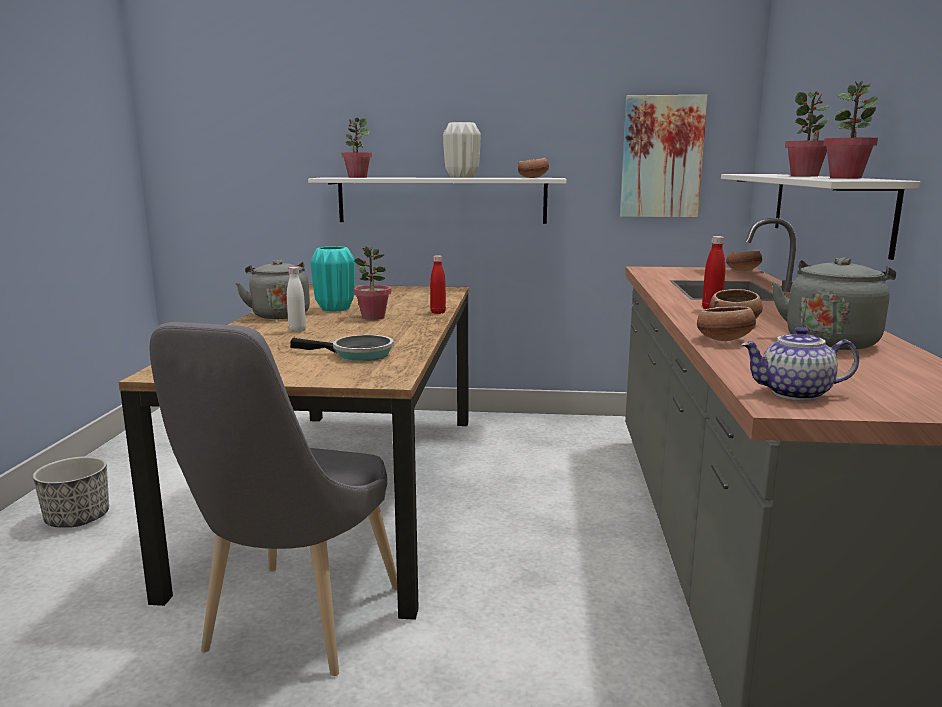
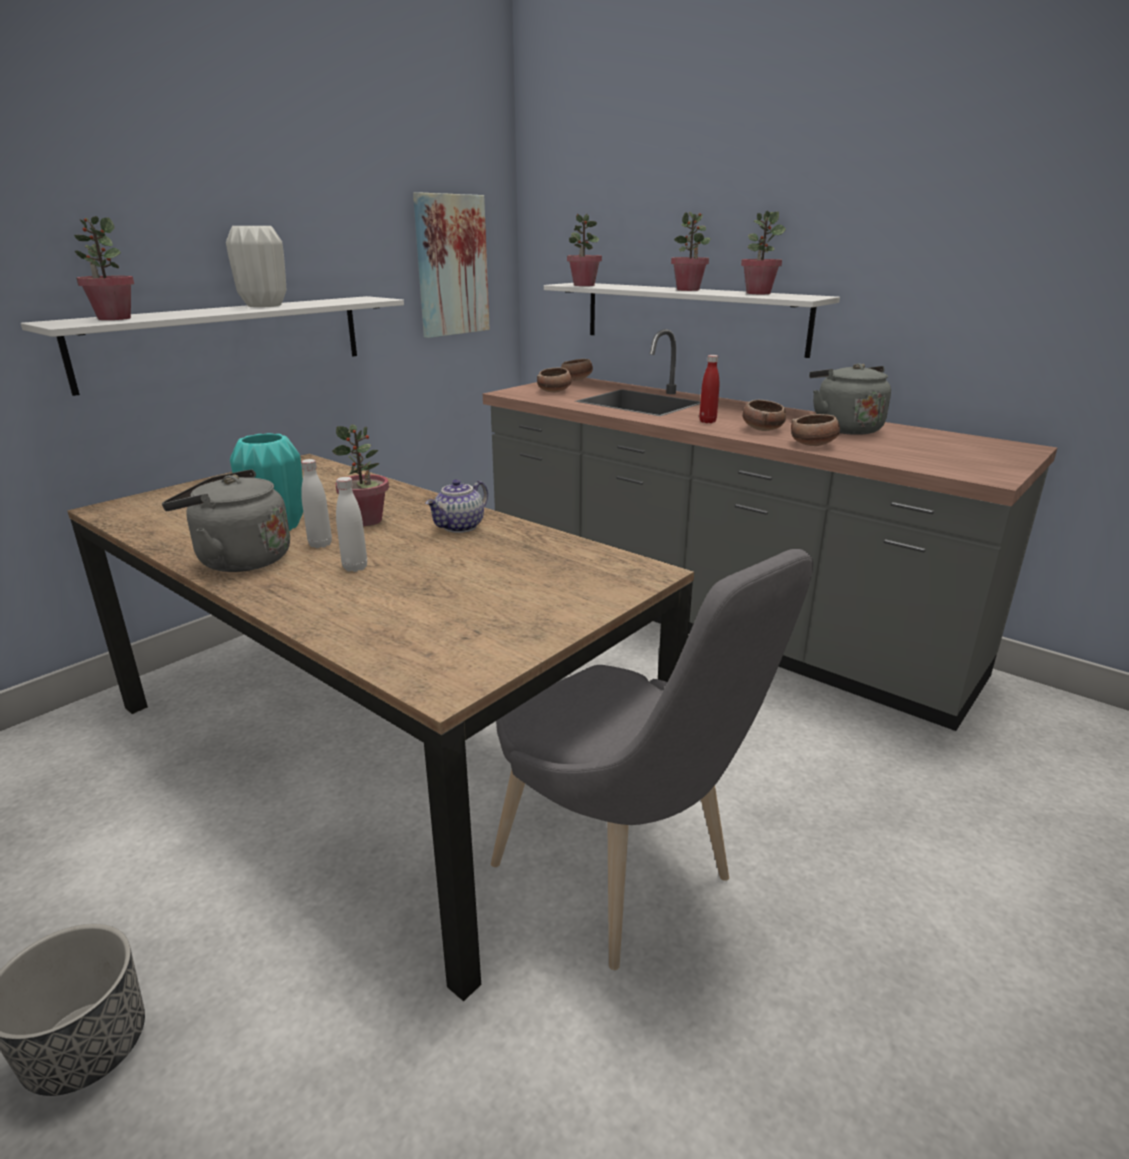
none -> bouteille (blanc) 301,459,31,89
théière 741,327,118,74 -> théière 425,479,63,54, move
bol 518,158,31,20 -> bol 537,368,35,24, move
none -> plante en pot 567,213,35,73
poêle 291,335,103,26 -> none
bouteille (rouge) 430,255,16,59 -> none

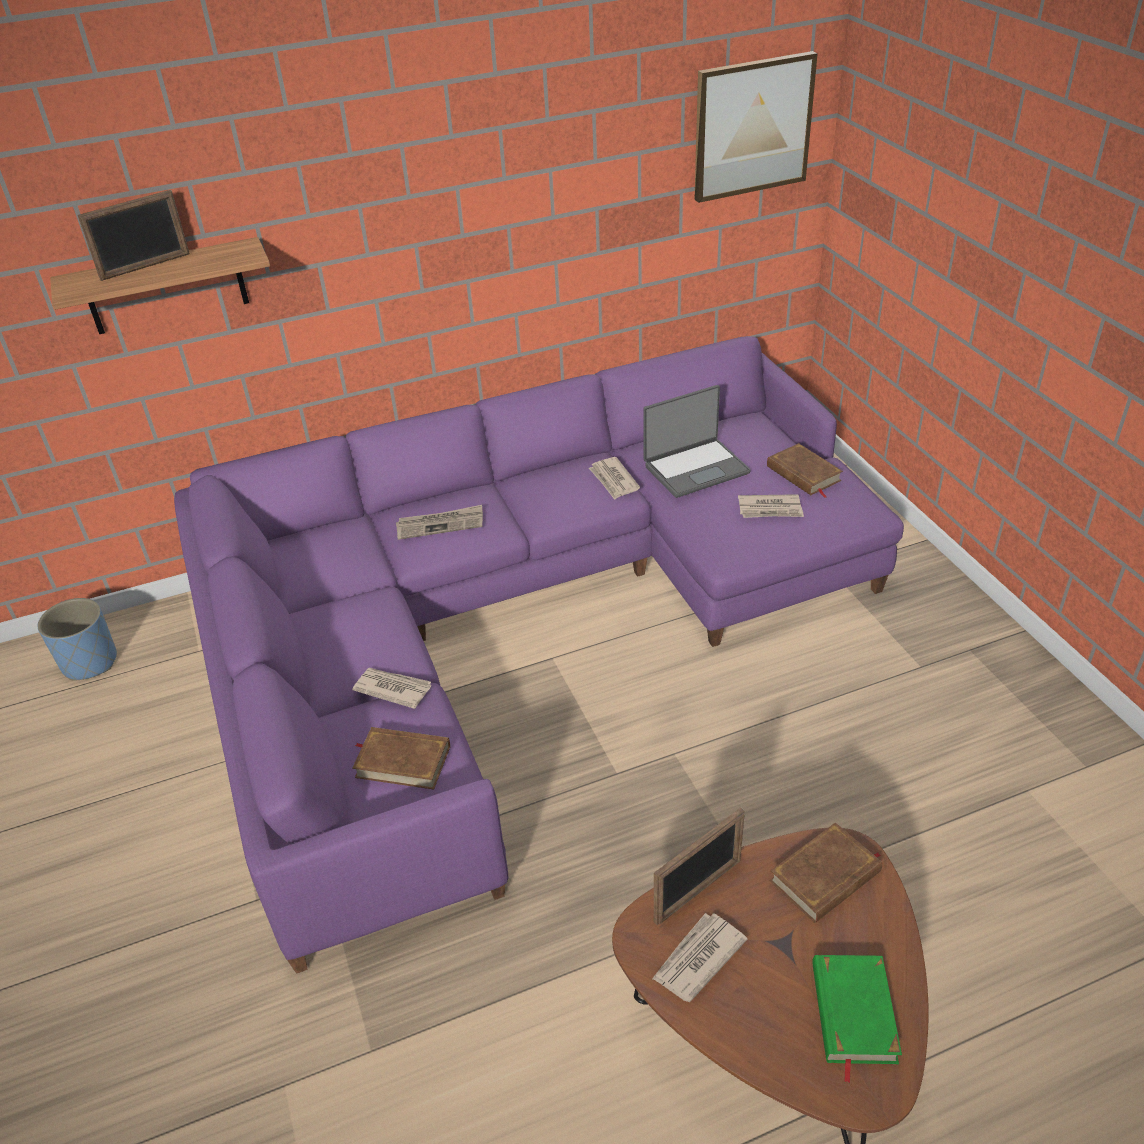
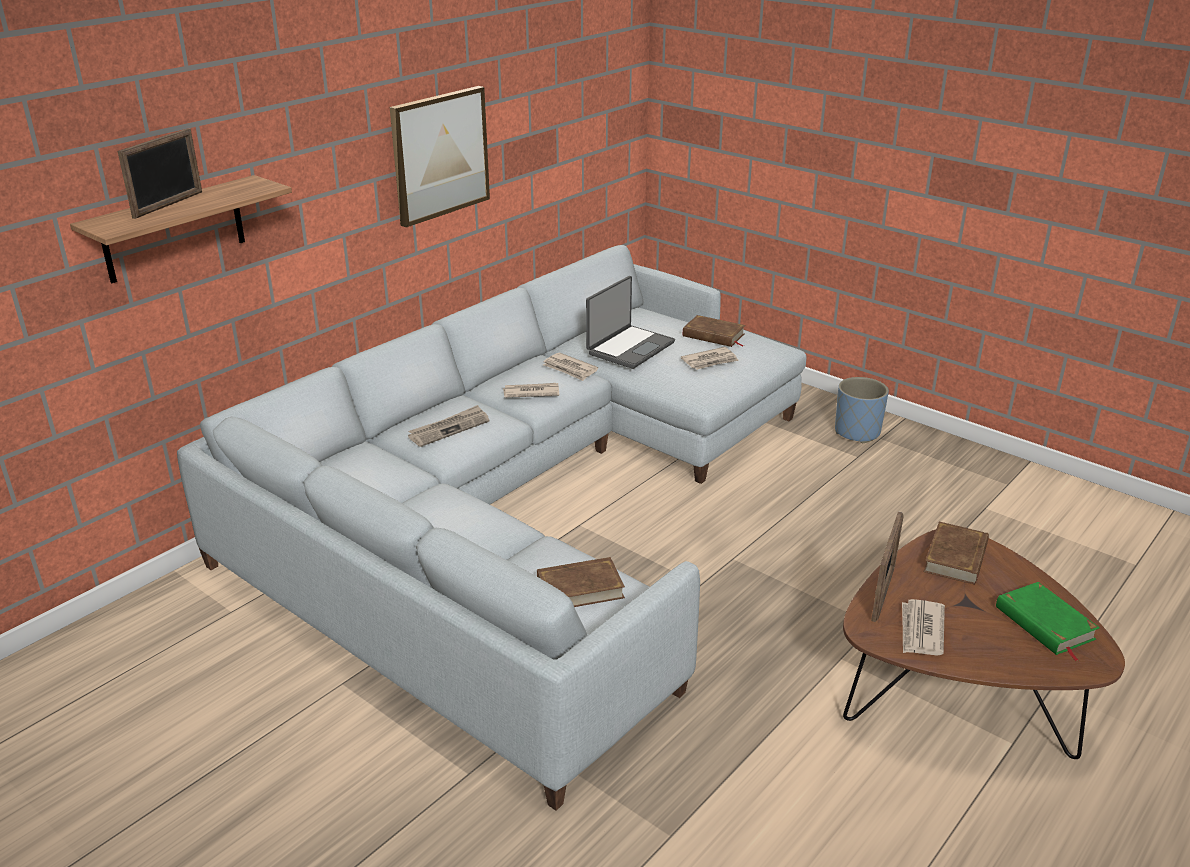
canapé (violet) 174,336,730,638 -> canapé (gris) 177,245,630,566
tableau 695,51,123,152 -> tableau 390,86,100,141, move
journal 352,668,79,41 -> journal 503,383,56,15, move
cache-pot (bleu) 38,598,79,83 -> cache-pot (bleu) 835,377,54,66, move

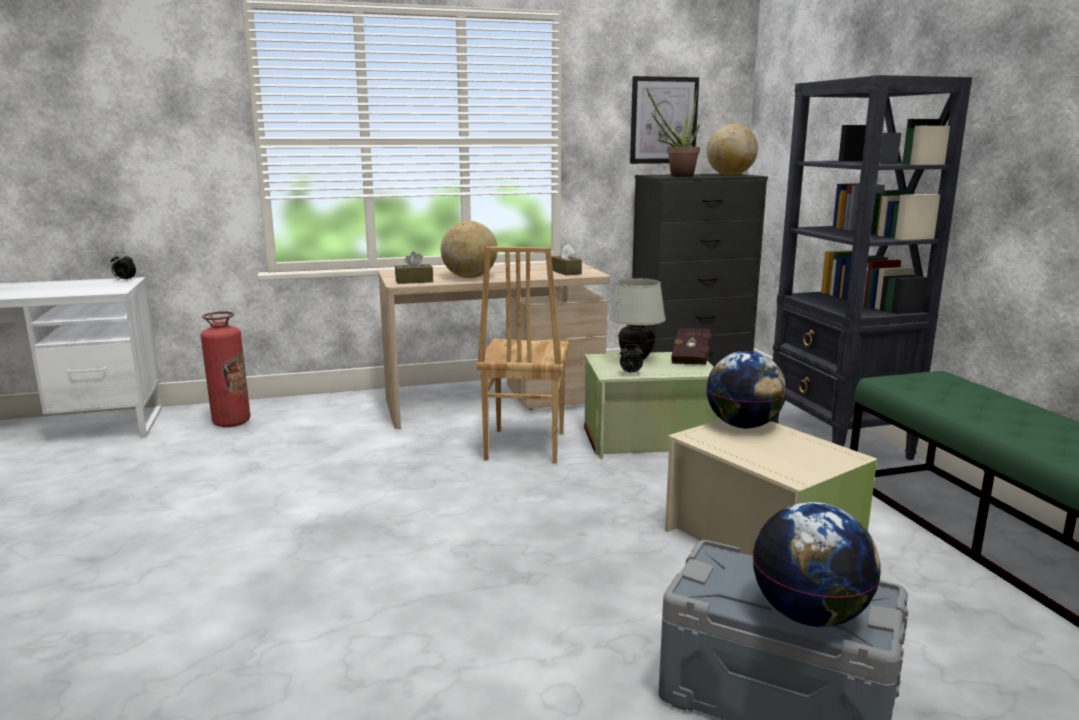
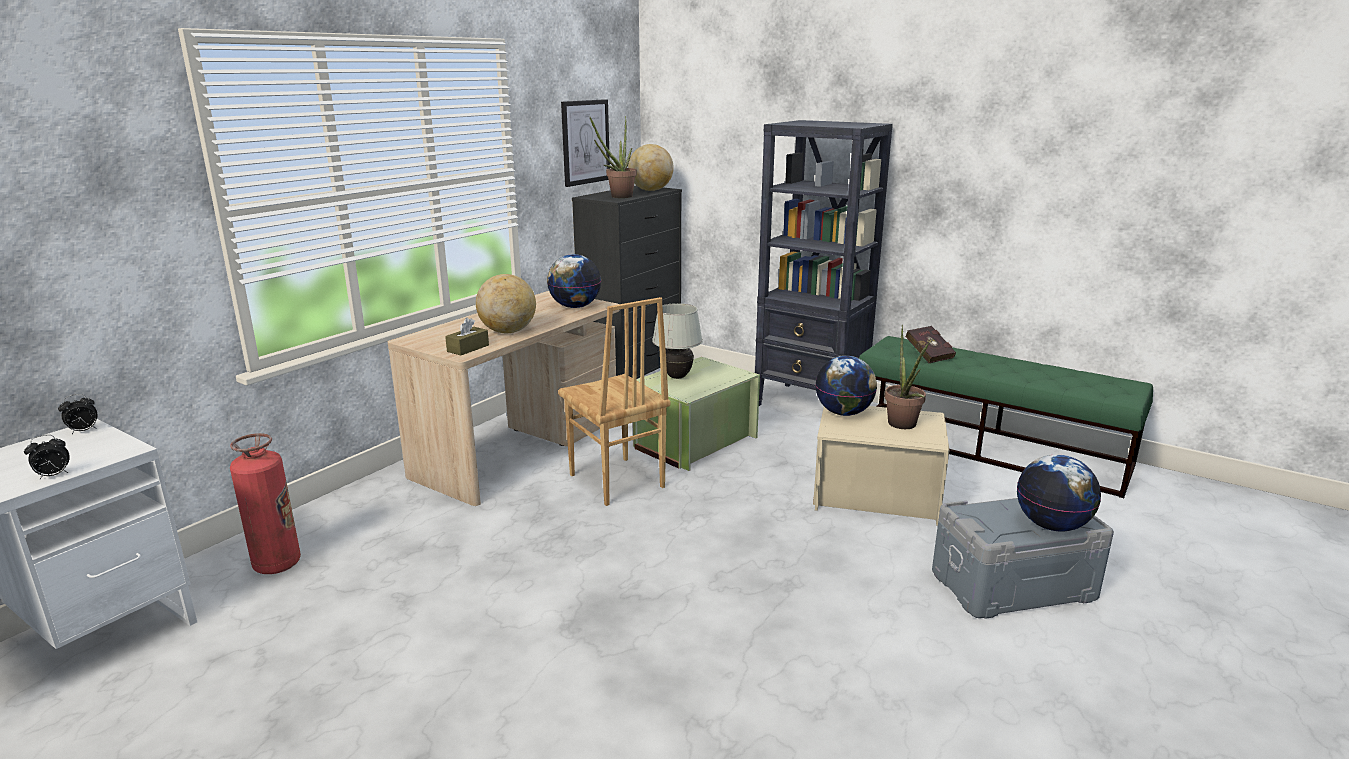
réveil 620,344,24,31 -> réveil 24,435,46,44, move
boîte à mouchoirs (marron) 552,244,30,32 -> globe 547,254,54,54
none -> plante en pot 885,325,44,104
livre (rouge) 671,328,41,37 -> livre (rouge) 905,326,51,37, move

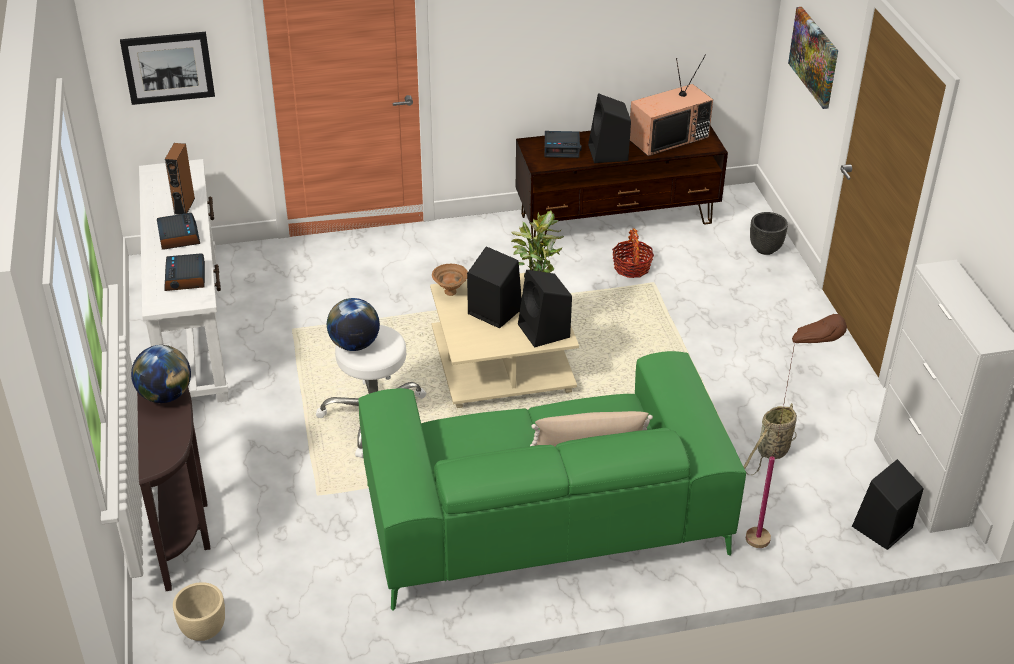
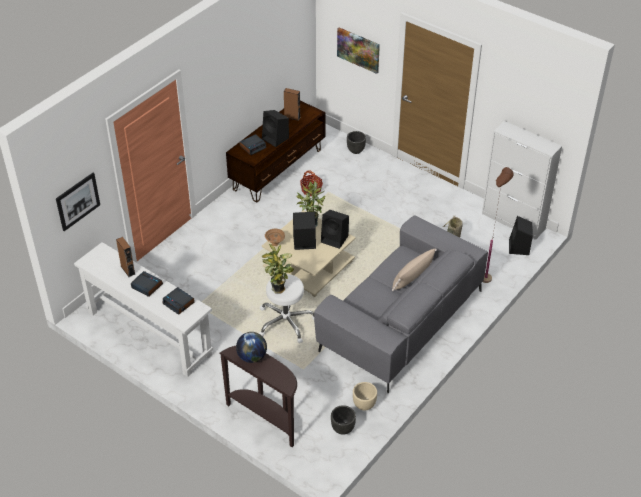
globe 327,298,53,53 -> plante en pot 262,244,32,50
téléviseur 630,54,83,102 -> enceinte (marron) 284,88,16,33
canapé (vert) 358,351,388,260 -> canapé (gris) 314,215,174,178
none -> cache-pot (noir) 331,405,25,30
cache-pot (beige) 173,582,52,59 -> cache-pot (beige) 353,382,24,28, move

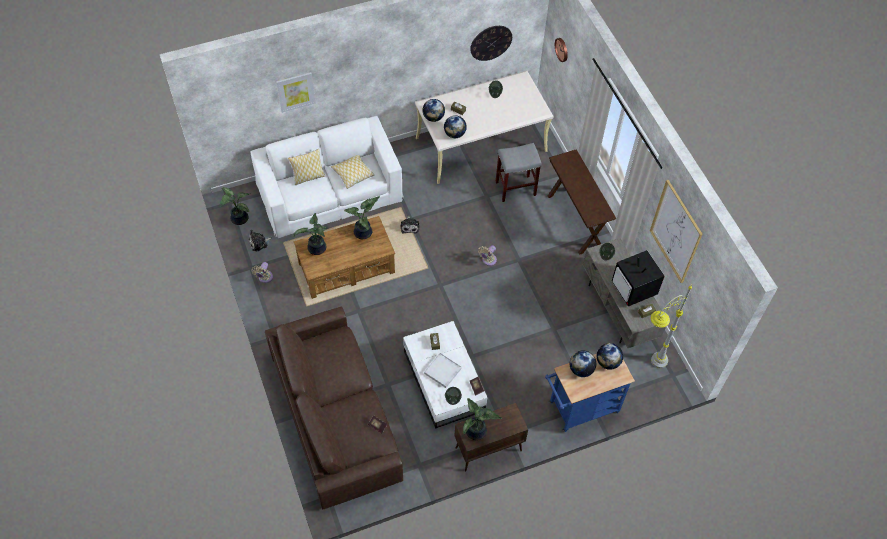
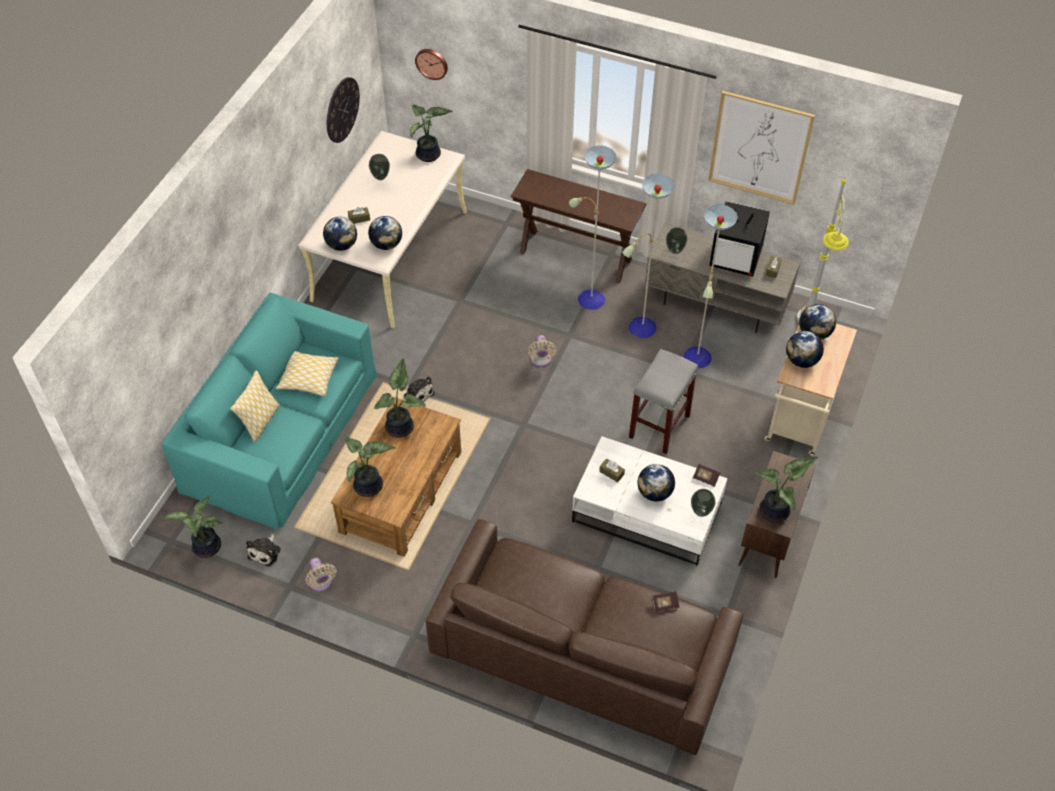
canapé (blanc) 250,116,154,122 -> canapé (turquoise) 161,293,216,237
none -> plante en pot 410,105,43,57
none -> lampadaire 569,146,169,222
tabouret (gris) 496,143,46,59 -> tabouret (gris) 629,349,69,105, move
plateau (blanc) 424,353,38,35 -> globe 638,464,37,38
chariot (bleu) 545,354,90,78 -> chariot (beige) 764,324,93,131
tableau 276,72,40,41 -> none

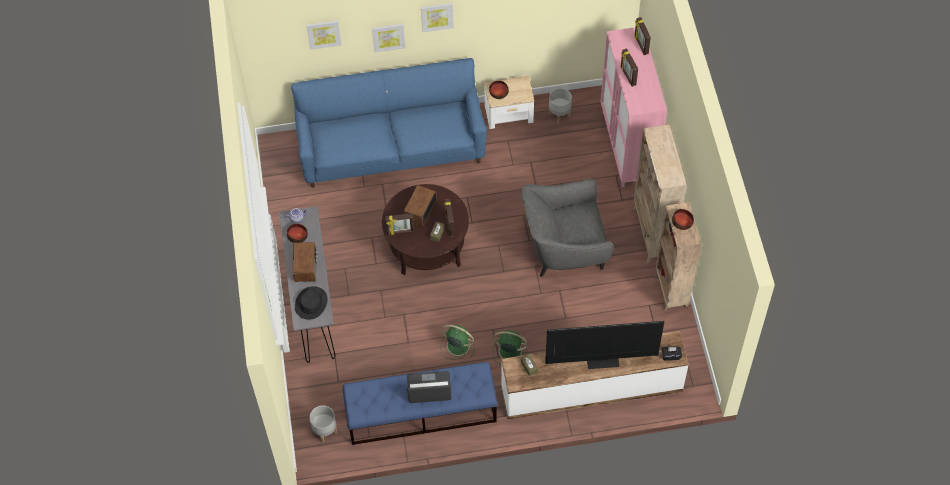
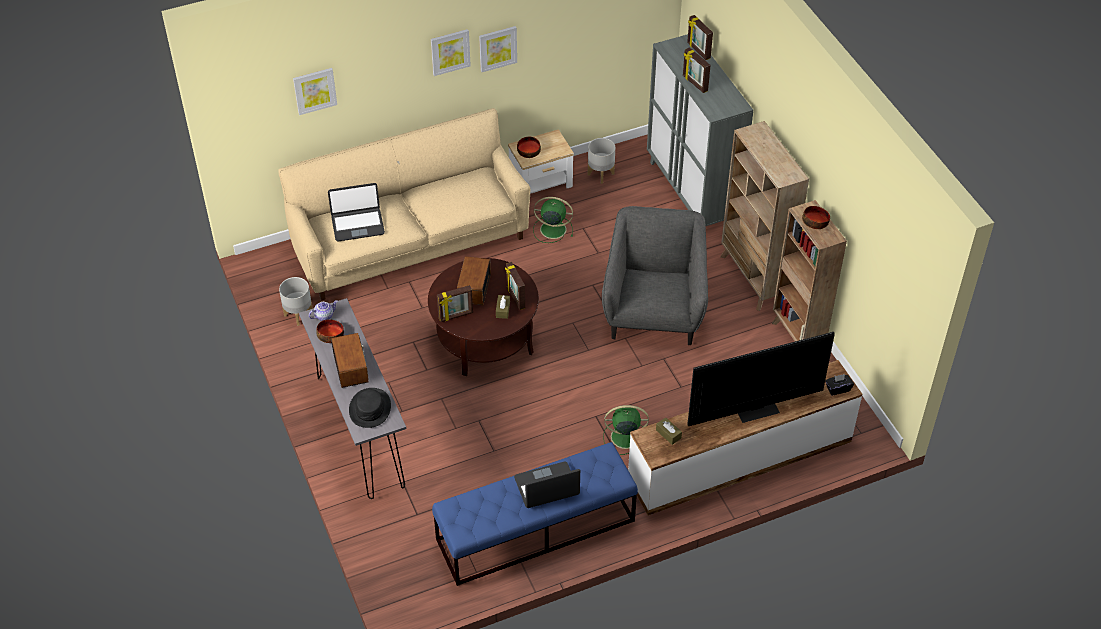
canapé (bleu) 291,58,196,130 -> canapé (beige) 278,108,252,193
cache-pot (gris) 309,406,29,37 -> cache-pot (gris) 279,277,34,49, move
none -> ordinateur portable 328,183,57,58
tableau 372,24,33,28 -> tableau 479,26,38,46, move
ventilateur (vert) 440,325,35,35 -> ventilateur (vert) 533,197,40,46, move
fauteuil (gris) 521,179,93,98 -> fauteuil (gris) 602,206,106,139, 120 degrees clockwise
meuble de rangement (rose) 600,27,67,160 -> meuble de rangement (gris) 647,34,106,192

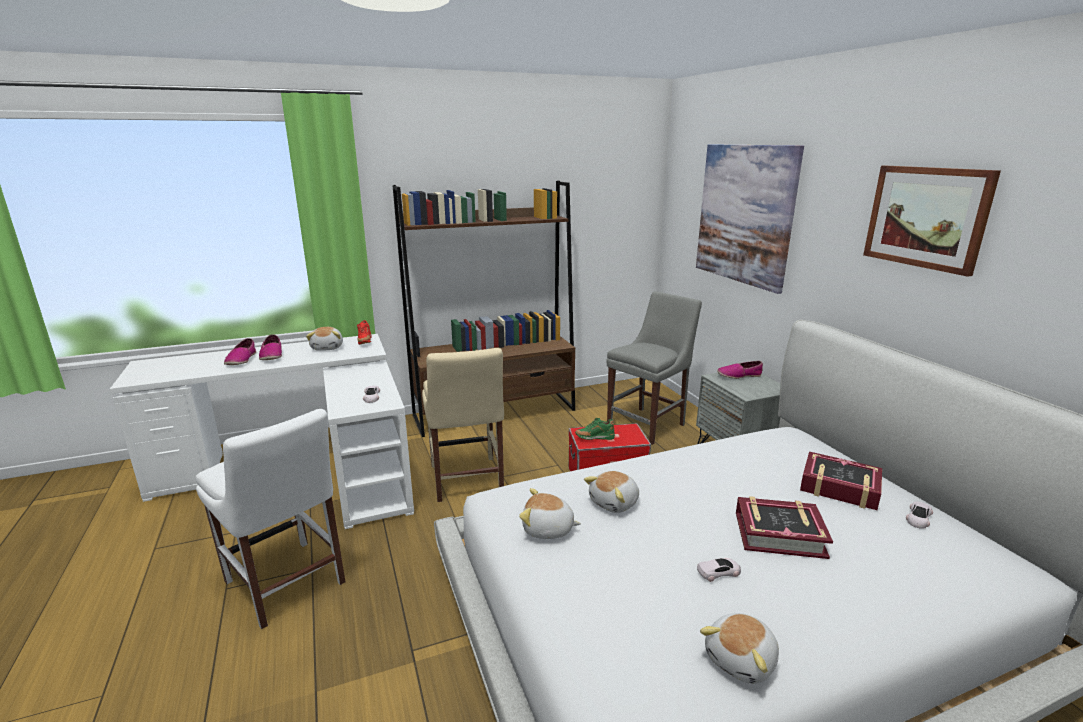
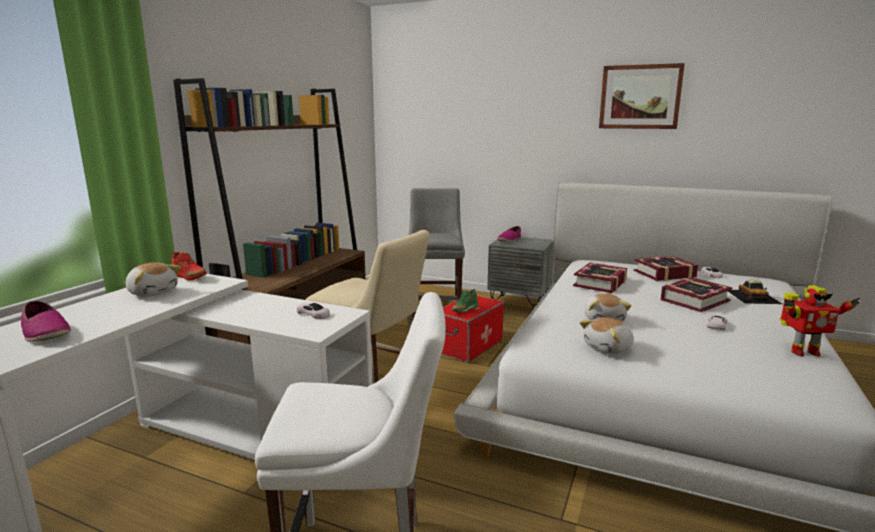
none -> livre 573,263,54,30
none -> petite voiture 728,280,54,24
peluche 700,613,79,71 -> robot jouet 780,285,80,72
chaussure 259,334,23,26 -> none
tableau 696,144,108,150 -> none

